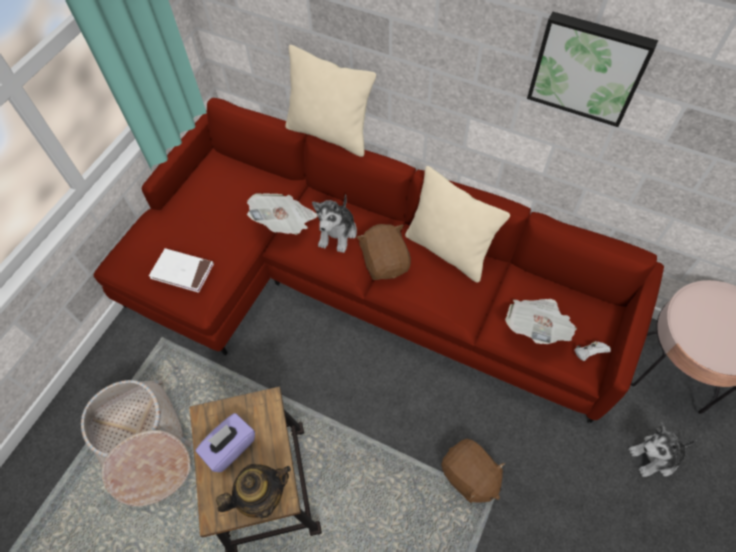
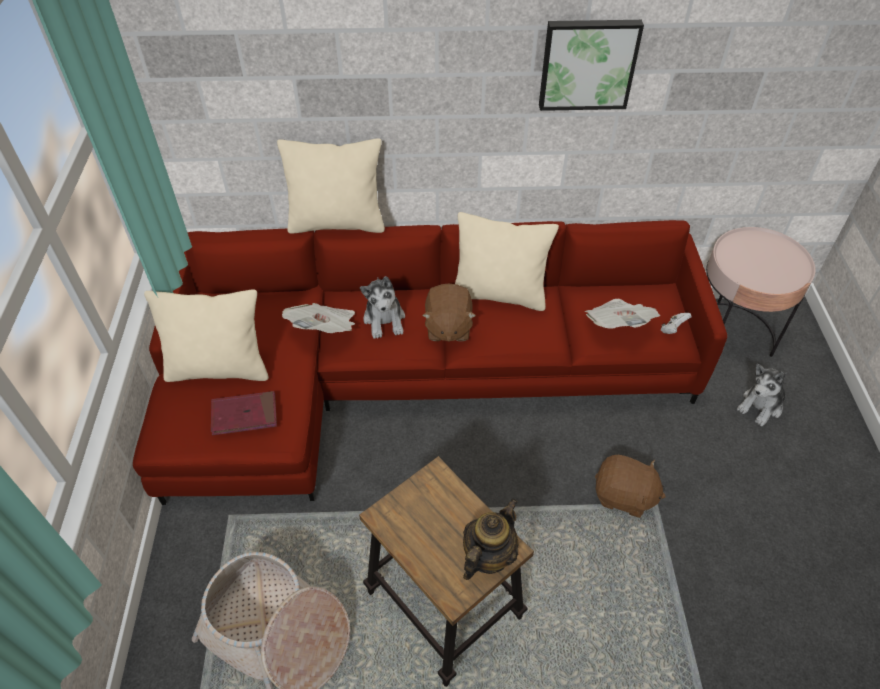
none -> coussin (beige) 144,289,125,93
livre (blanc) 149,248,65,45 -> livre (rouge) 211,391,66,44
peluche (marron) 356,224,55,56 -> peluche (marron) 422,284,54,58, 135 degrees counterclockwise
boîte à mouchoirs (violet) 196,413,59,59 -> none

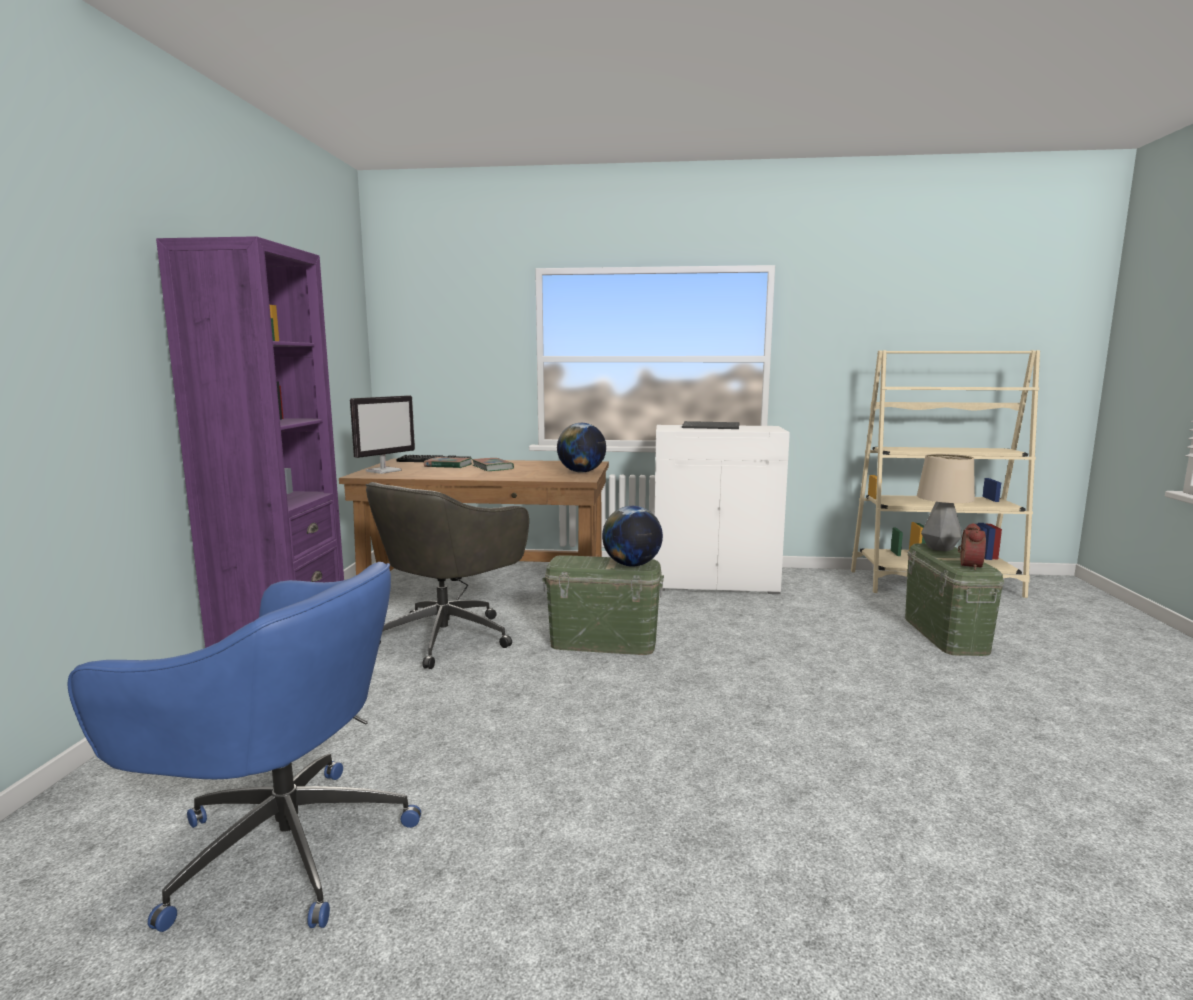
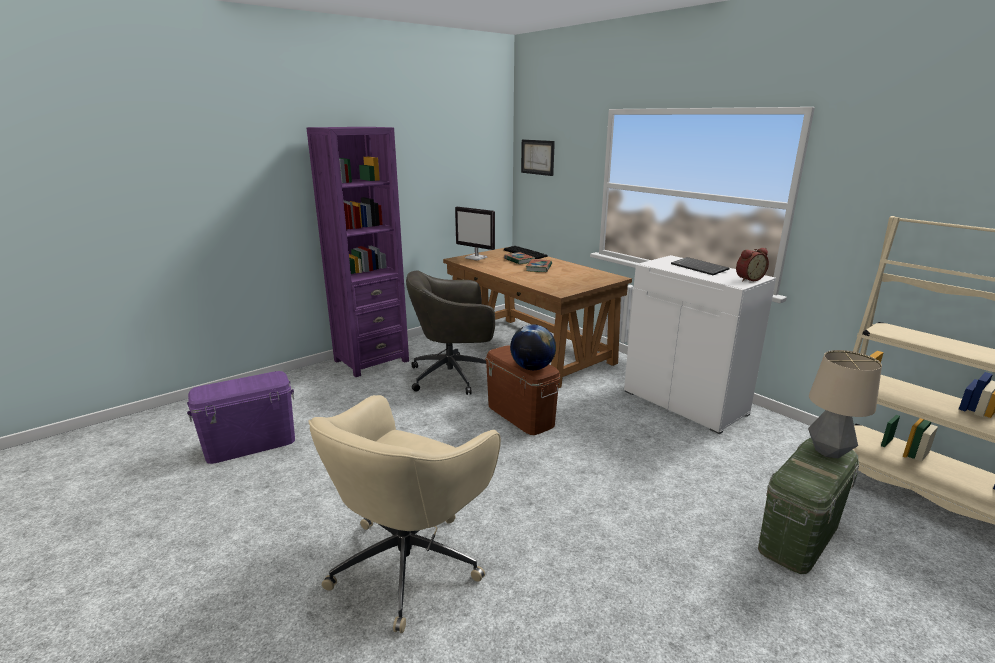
chaise de bureau (bleu) 68,562,353,370 -> boîte de rangement (violet) 187,371,108,93
none -> chaise de bureau (beige) 309,395,192,238
écran d'ordinateur 350,395,65,79 -> écran d'ordinateur 455,207,40,54, 45 degrees clockwise
boîte de rangement (vert) 542,555,122,100 -> boîte de rangement (marron) 486,345,74,90
none -> tableau 521,140,34,36
réveil 958,523,28,47 -> réveil 736,248,33,33, move
globe 557,423,49,50 -> none

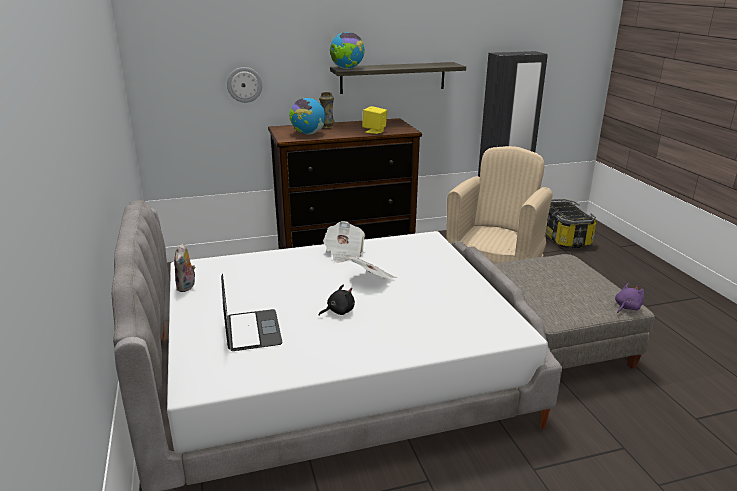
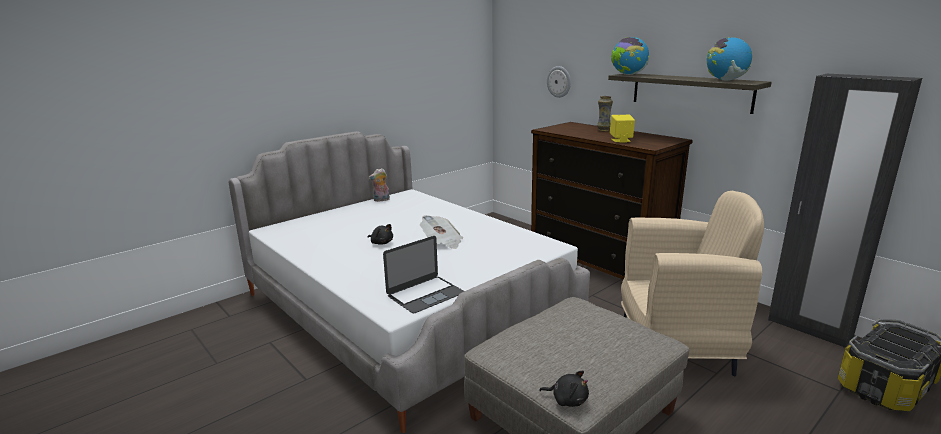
ordinateur portable 221,274,61,77 -> ordinateur portable 383,236,81,77, move
peluche (violet) 615,283,29,30 -> peluche (noir) 539,371,50,36
globe 289,98,36,37 -> globe 707,37,45,44, move
journal 323,221,42,42 -> none

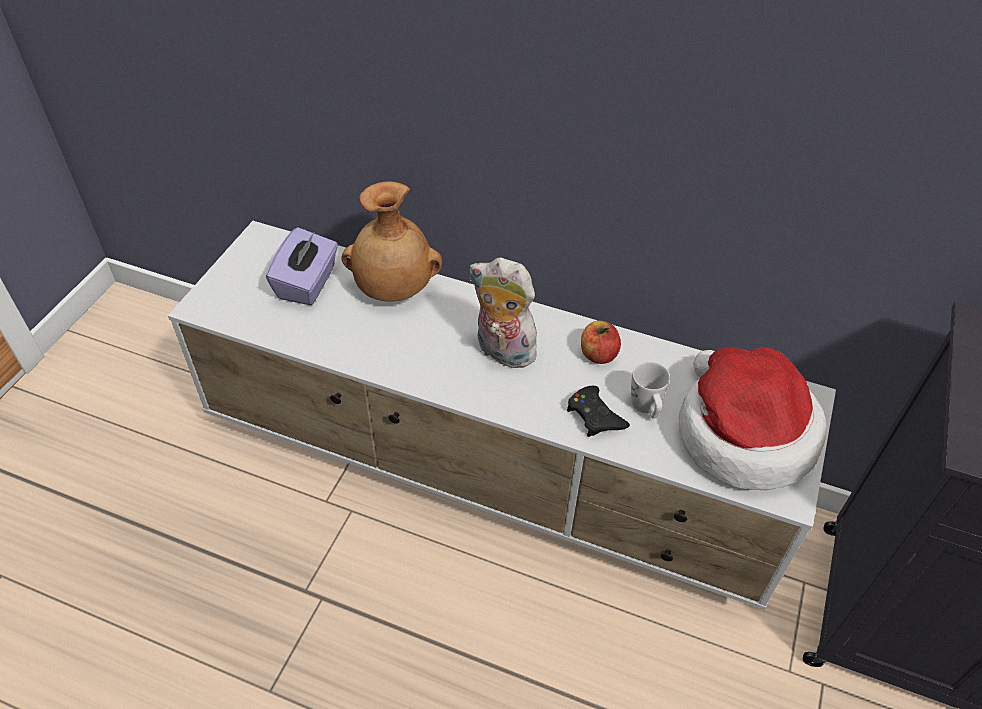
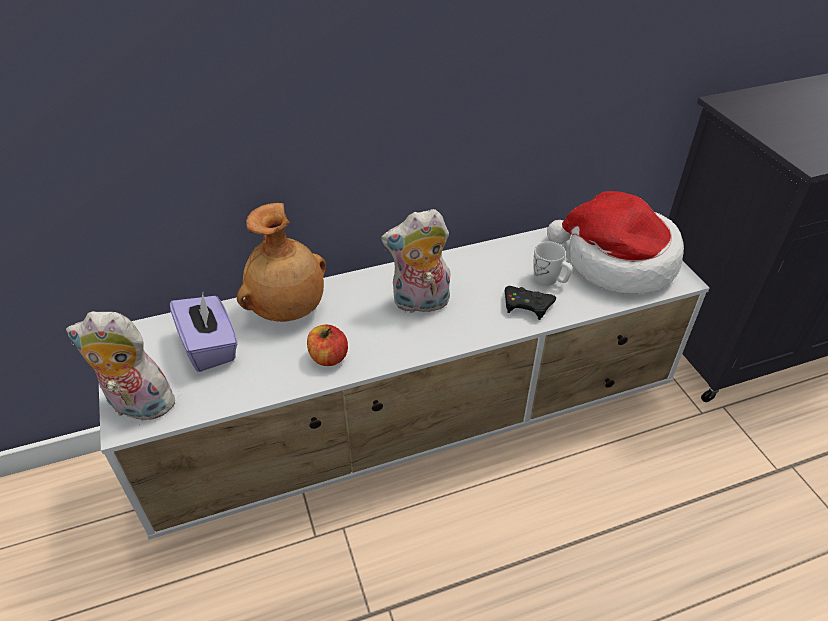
none -> peluche 66,311,115,114
pomme 581,320,40,44 -> pomme 307,325,41,41, move

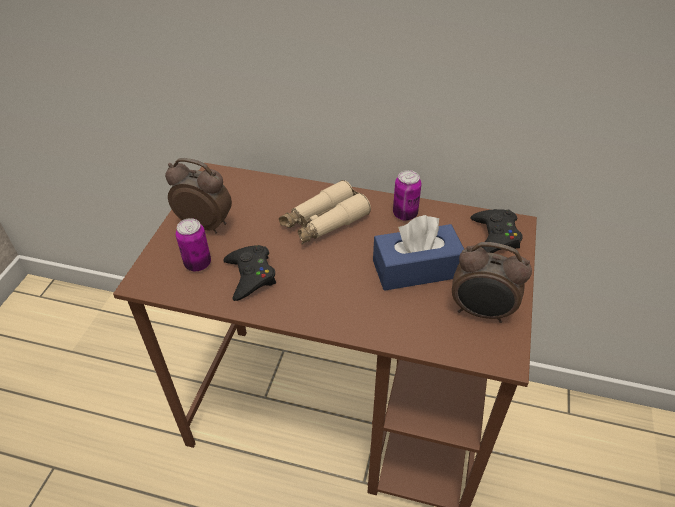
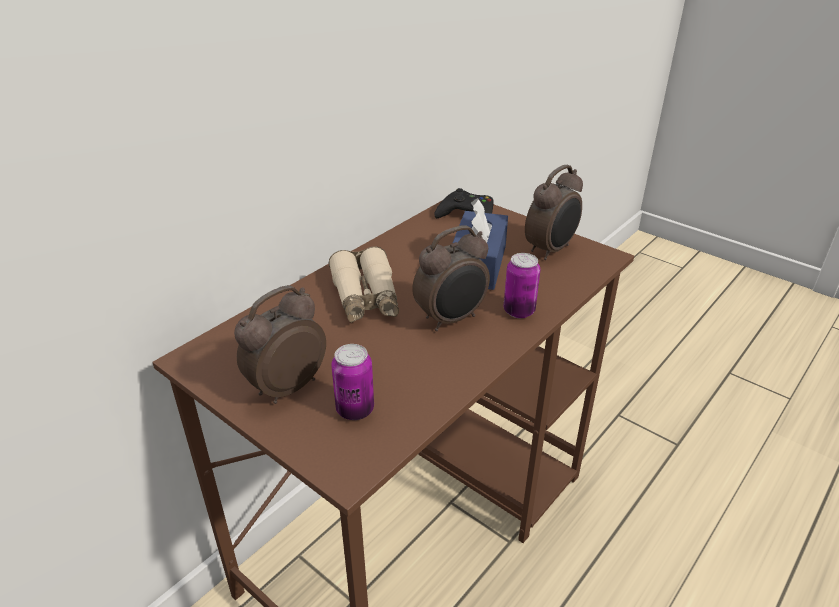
none -> réveil 412,225,78,106
boîte métallique 393,170,29,51 -> boîte métallique 504,253,37,65, move
manette (noir) 223,245,53,56 -> none

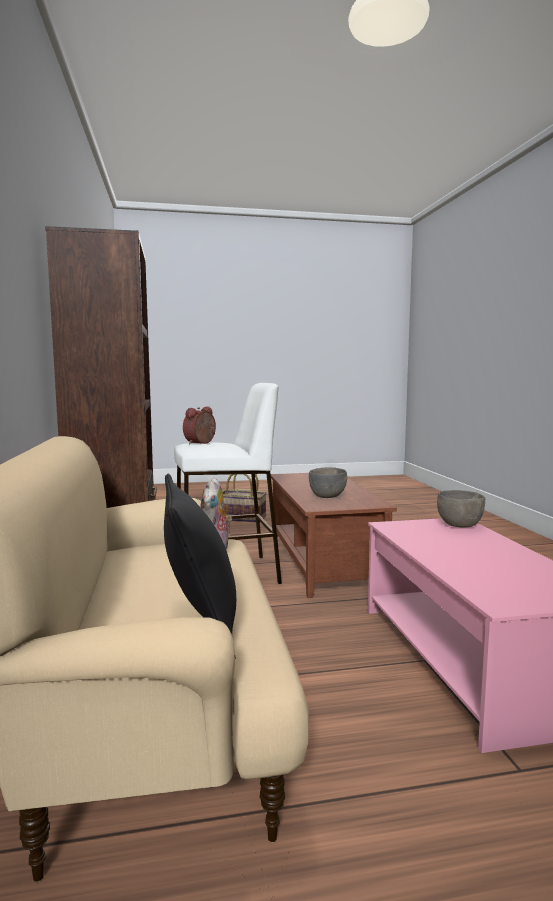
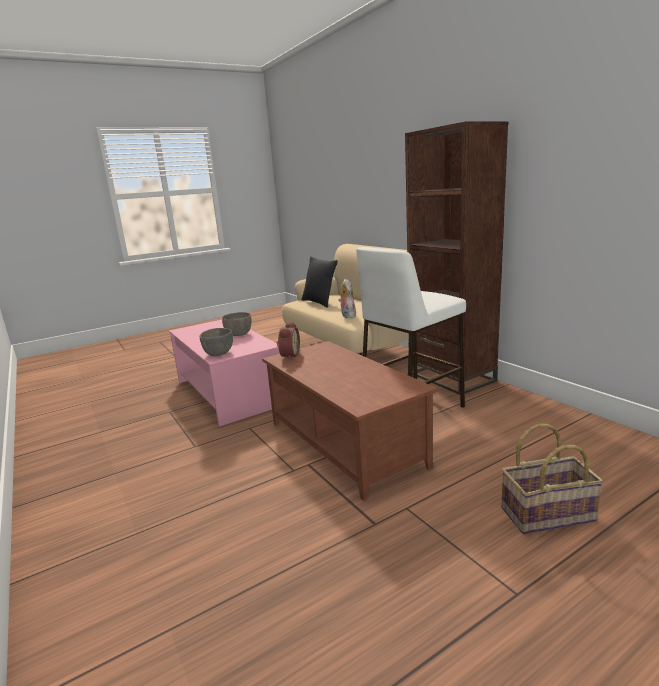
bol (gris) 309,467,38,31 -> bol (gris) 222,312,29,24, move
réveil 183,407,33,38 -> réveil 277,321,23,39, move

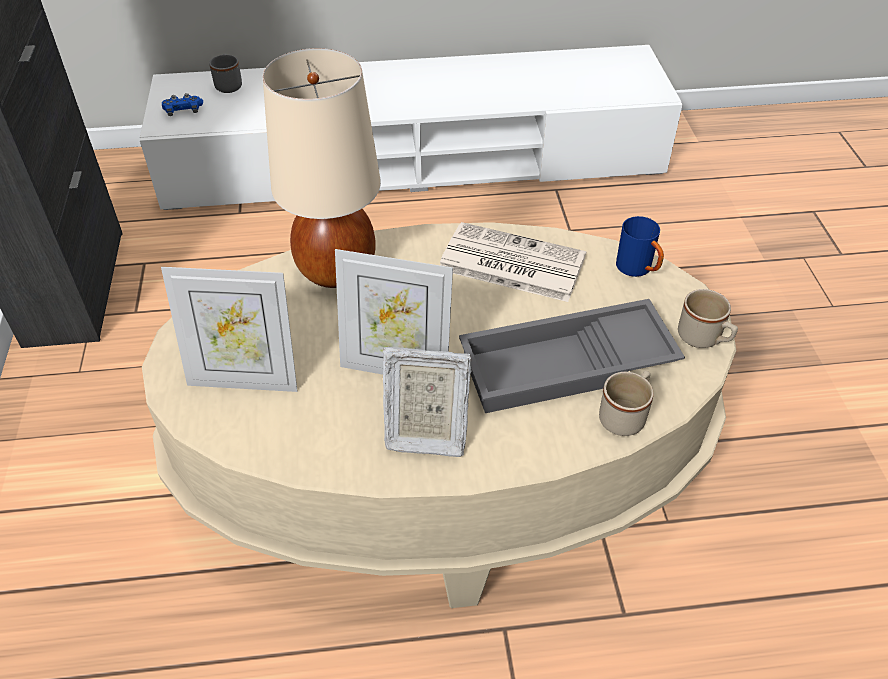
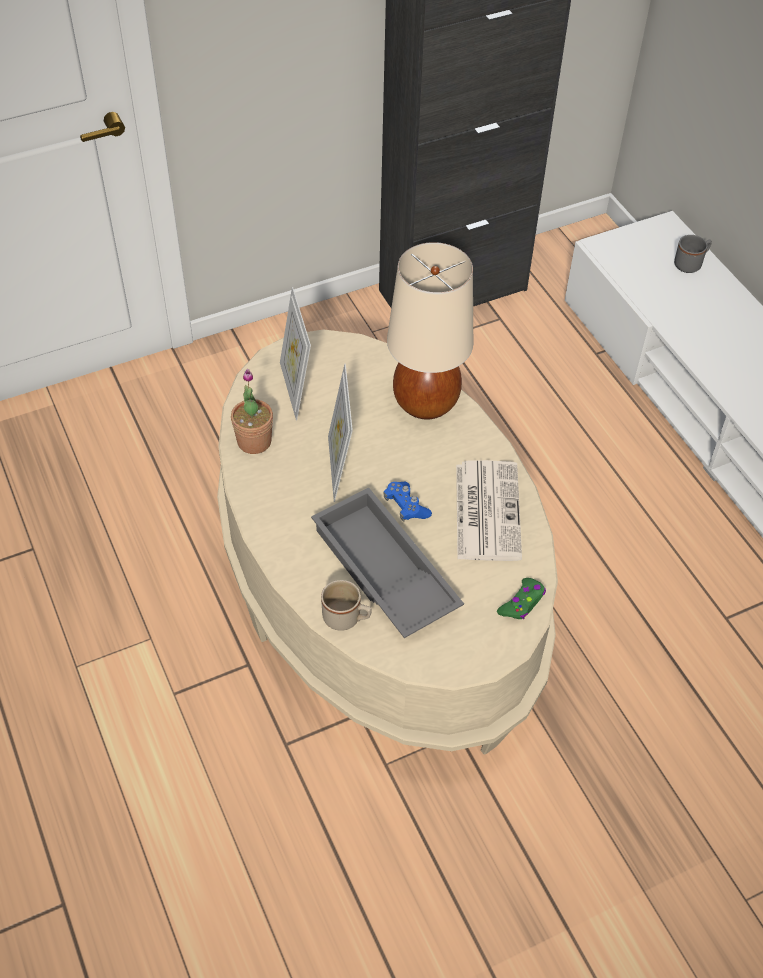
none -> plante en pot 231,369,42,85
manette (bleu) 162,93,41,23 -> manette (bleu) 383,482,49,40, move
mug (bleu) 616,216,48,61 -> manette (vert) 497,578,49,41
cadre photo 383,347,89,110 -> none
mug (beige) 678,289,60,59 -> none

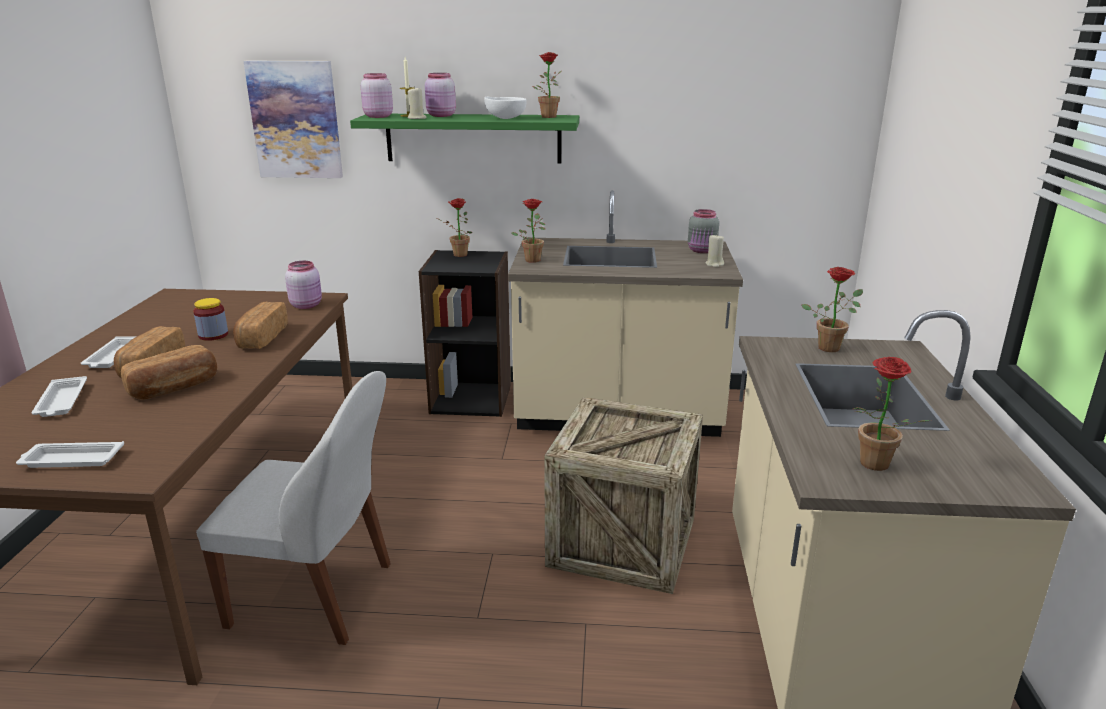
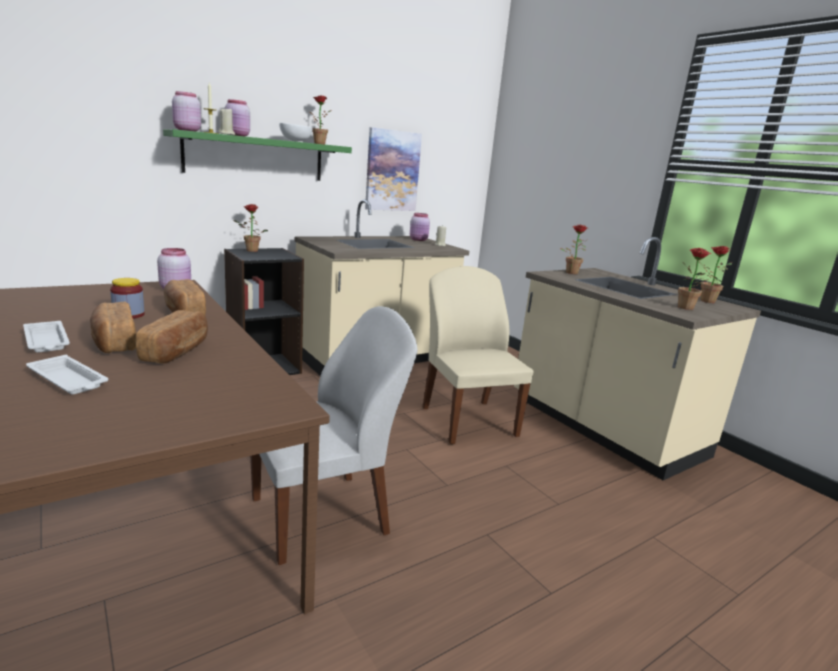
tableau 244,61,99,117 -> tableau 365,127,57,84, move
bocal (gris) 688,209,31,44 -> bocal (rose) 410,213,20,28
caisse 544,397,159,197 -> chaise (beige) 422,266,112,178
plante en pot 511,199,34,64 -> plante en pot 699,246,33,57, move
plateau (blanc) 16,441,108,27 -> none

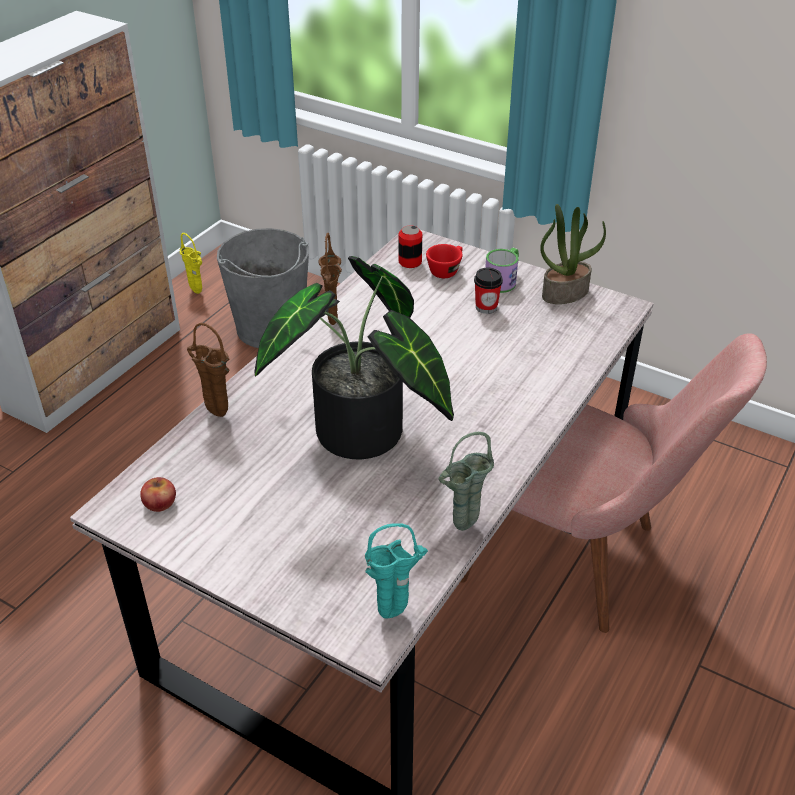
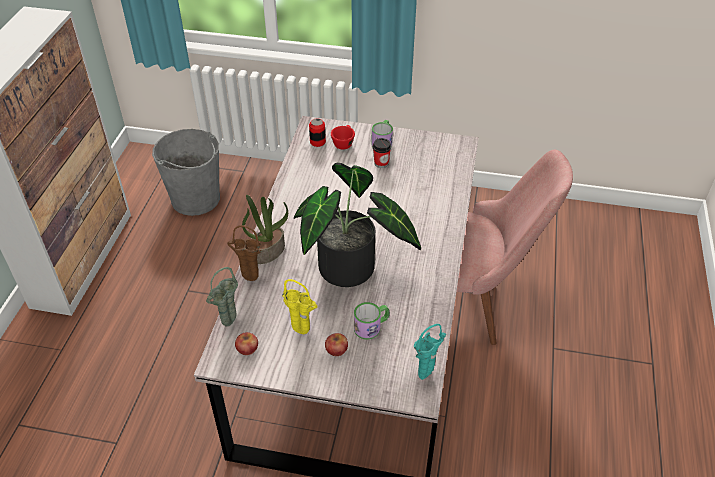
vase (vert) 438,432,56,99 -> vase (vert) 206,267,32,59, move
plante en pot 540,204,66,100 -> plante en pot 242,195,46,69, move
vase (jaune) 180,233,22,61 -> vase (jaune) 282,279,36,55, move
none -> pomme 325,333,23,23
none -> mug 354,302,36,38
vase (marron) 318,233,24,92 -> none

